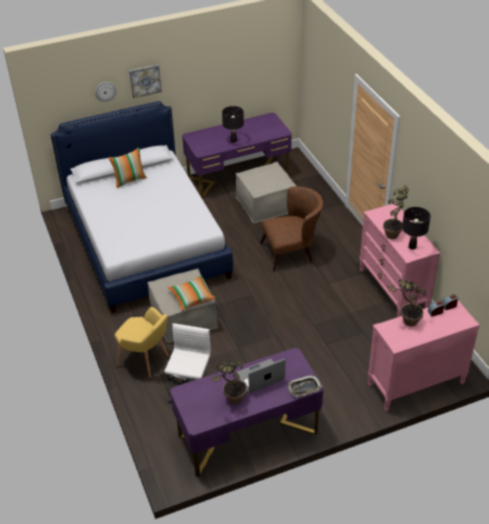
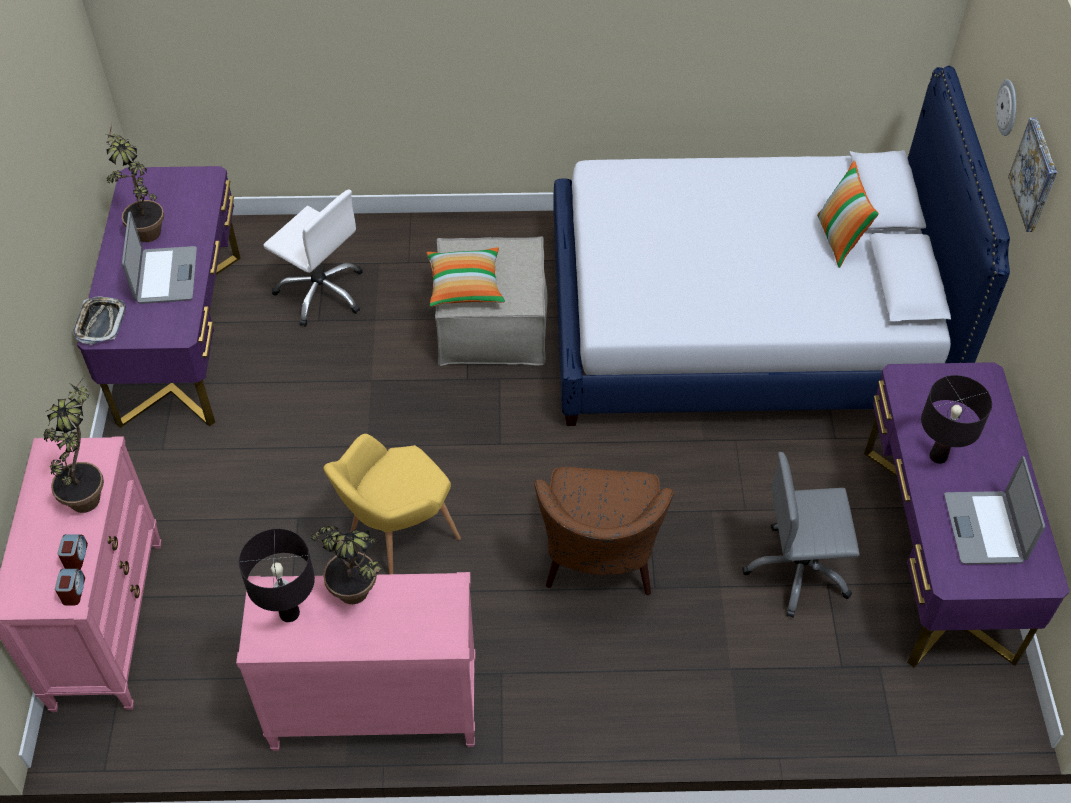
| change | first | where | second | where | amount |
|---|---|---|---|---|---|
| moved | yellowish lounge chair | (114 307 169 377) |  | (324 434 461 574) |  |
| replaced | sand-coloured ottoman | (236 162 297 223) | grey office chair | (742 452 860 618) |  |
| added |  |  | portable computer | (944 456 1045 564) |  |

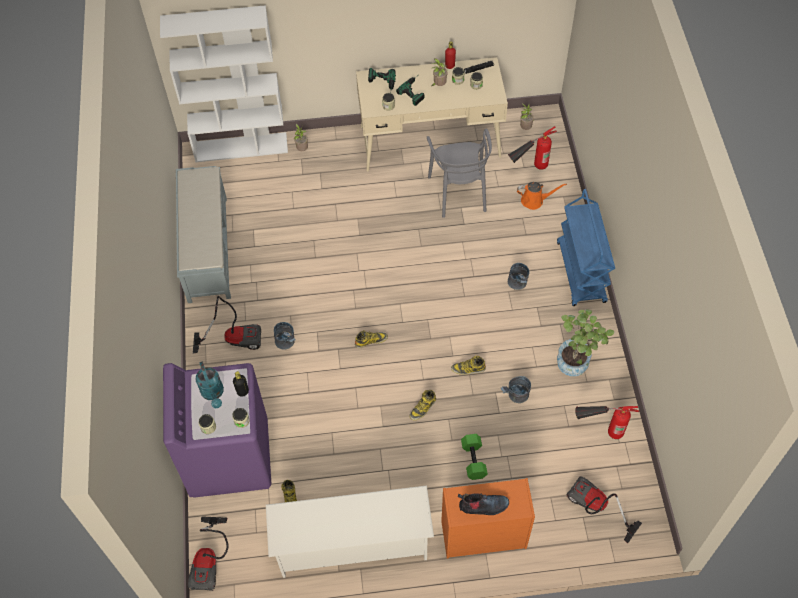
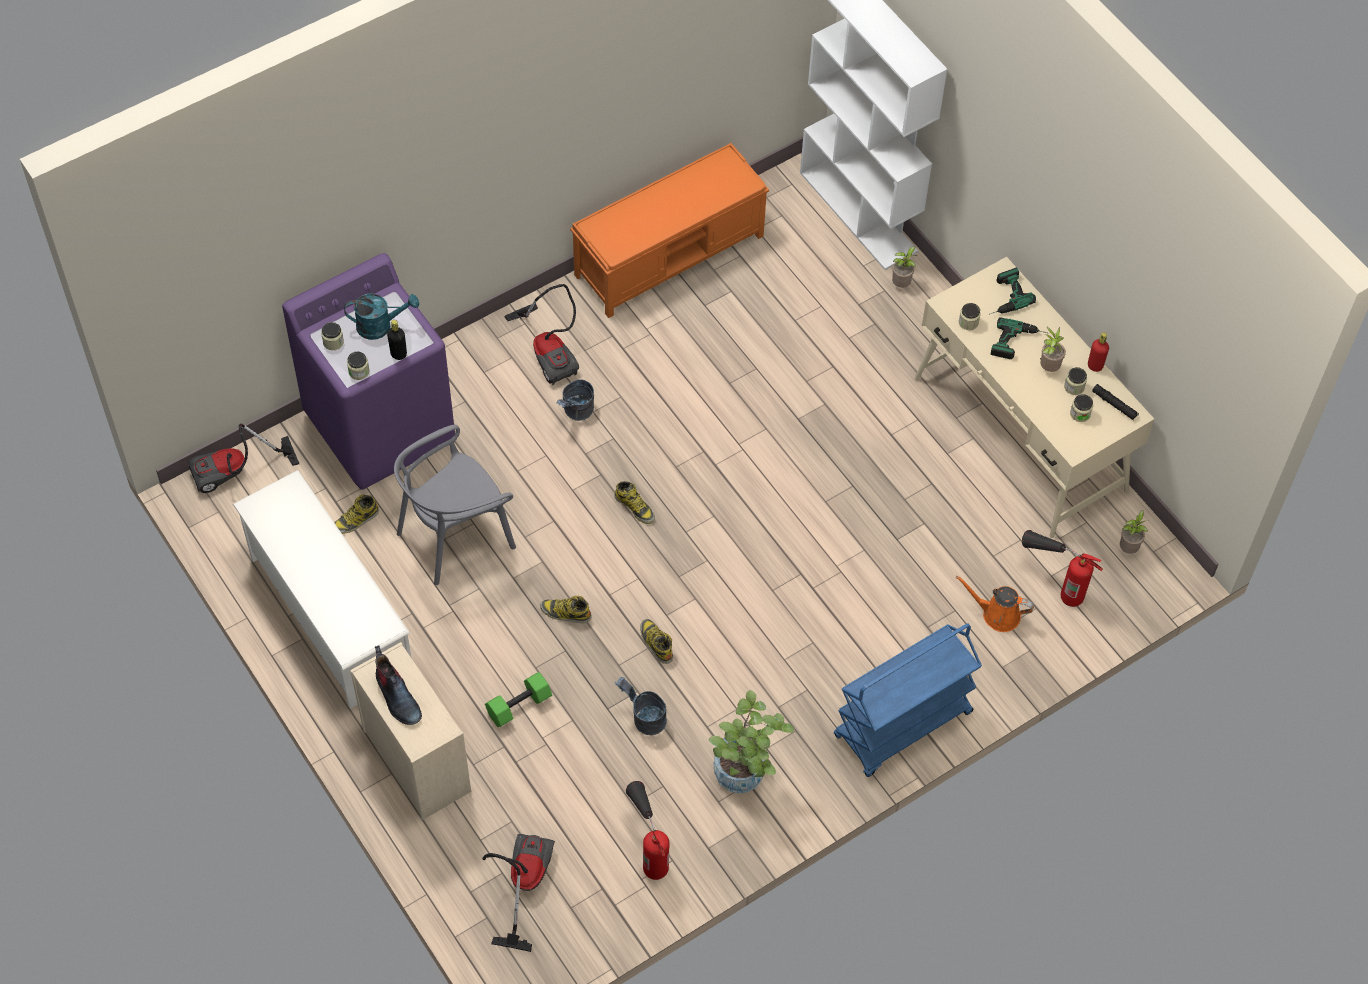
| change | first | where | second | where | amount |
|---|---|---|---|---|---|
| turned | blue-green watering pot | (195 361 224 408) |  | (344 294 419 340) | 135 degrees counterclockwise |
| recoloured | orange chest of drawers | (441 478 535 558) | sand-coloured chest of drawers | (350 642 471 820) |  |
| moved | grey chair | (427 129 492 218) |  | (394 425 516 585) |  |
| recoloured | grey bench | (176 166 231 303) | orange bench | (570 143 769 318) |  |
| turned | orange watering pot | (517 182 567 210) |  | (956 576 1034 632) | 135 degrees clockwise |
| removed | grey bucket | (508 263 529 290) |  |  |  |

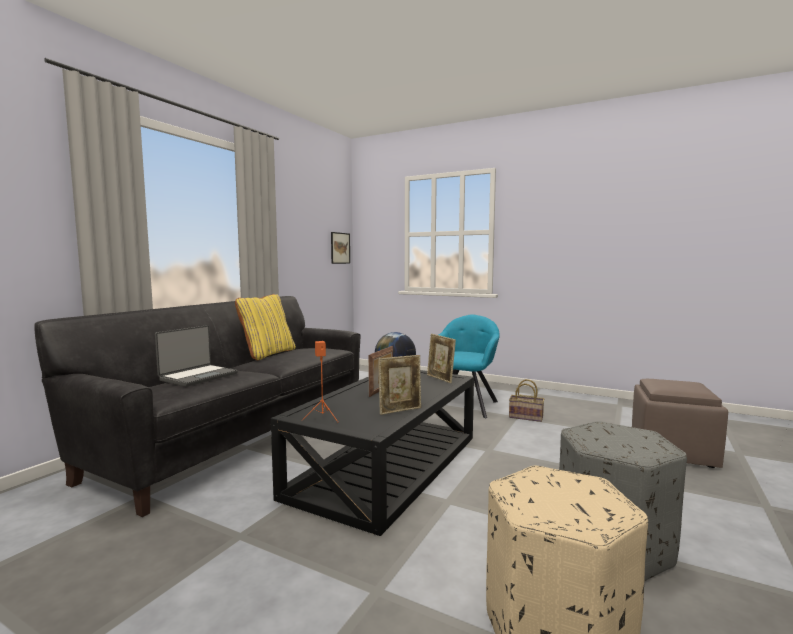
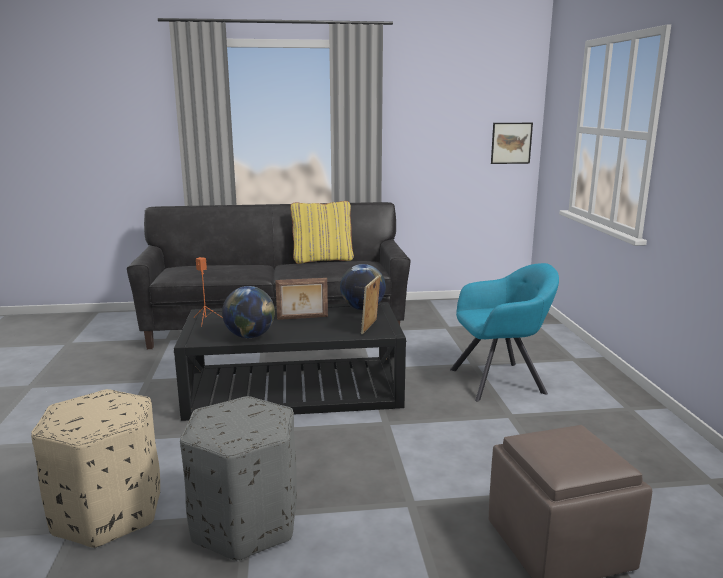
| change | first | where | second | where | amount |
|---|---|---|---|---|---|
| replaced | picture frame | (378 355 421 415) | globe | (222 286 275 338) |  |
| removed | portable computer | (155 325 238 387) |  |  |  |
| removed | storage basket | (509 379 544 422) |  |  |  |

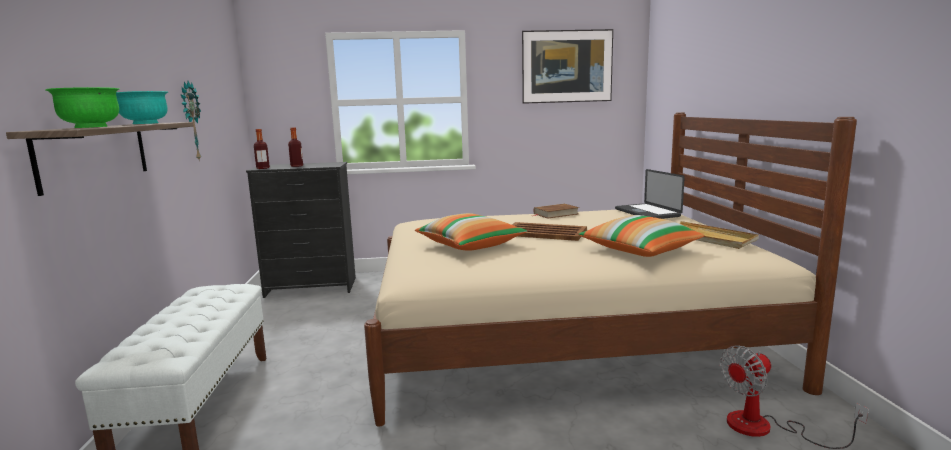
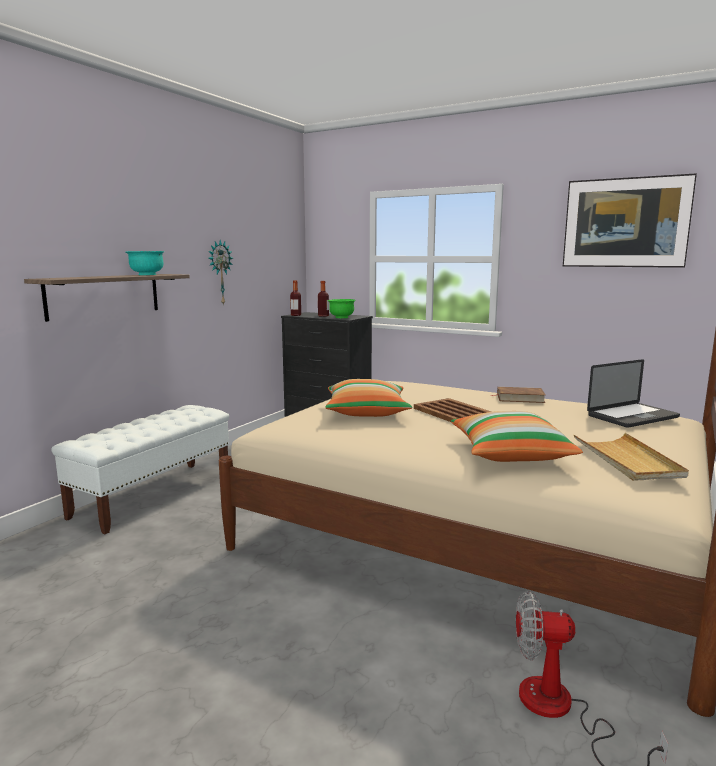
| change | first | where | second | where | amount |
|---|---|---|---|---|---|
| moved | greenish serving bowl | (46 87 119 128) |  | (327 299 355 318) |  |
| turned | portable computer | (615 169 685 219) |  | (587 359 680 428) | 135 degrees counterclockwise |

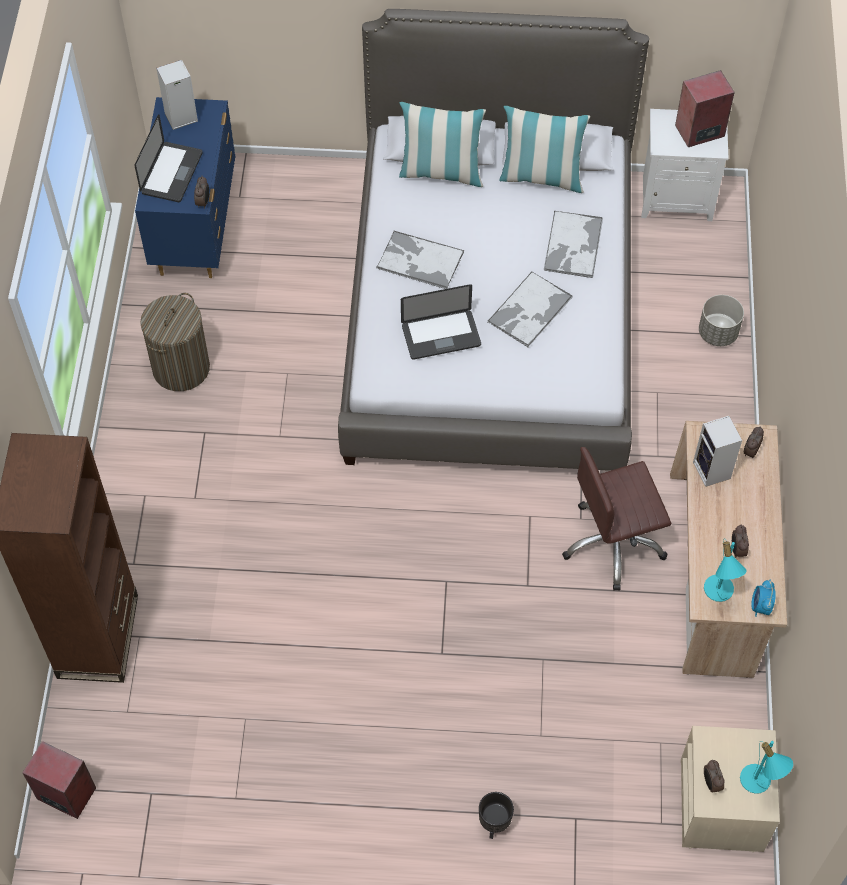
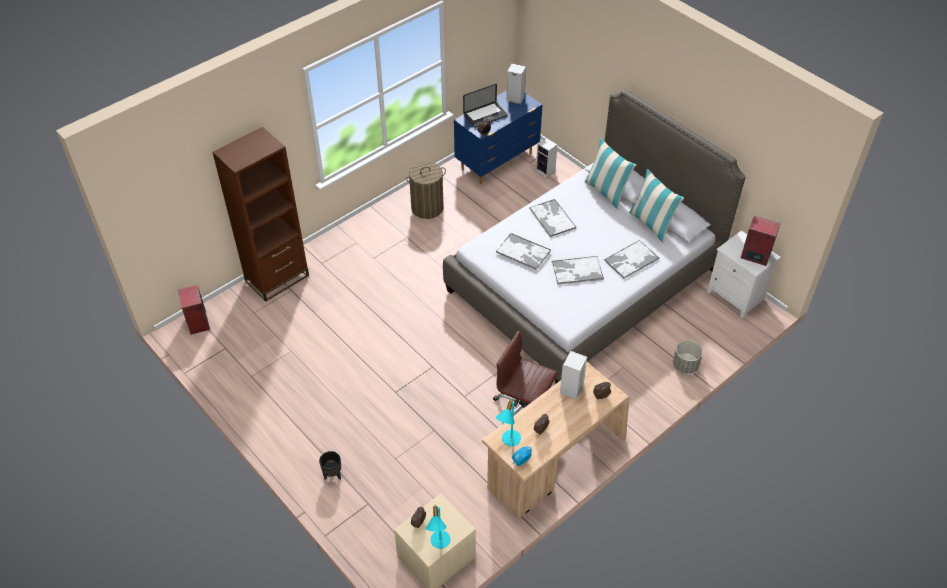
| change | first | where | second | where | amount |
|---|---|---|---|---|---|
| replaced | portable computer | (401 284 481 360) | serving tray | (496 233 551 270) |  |
| added |  |  | loudspeaker | (536 138 557 178) |  |

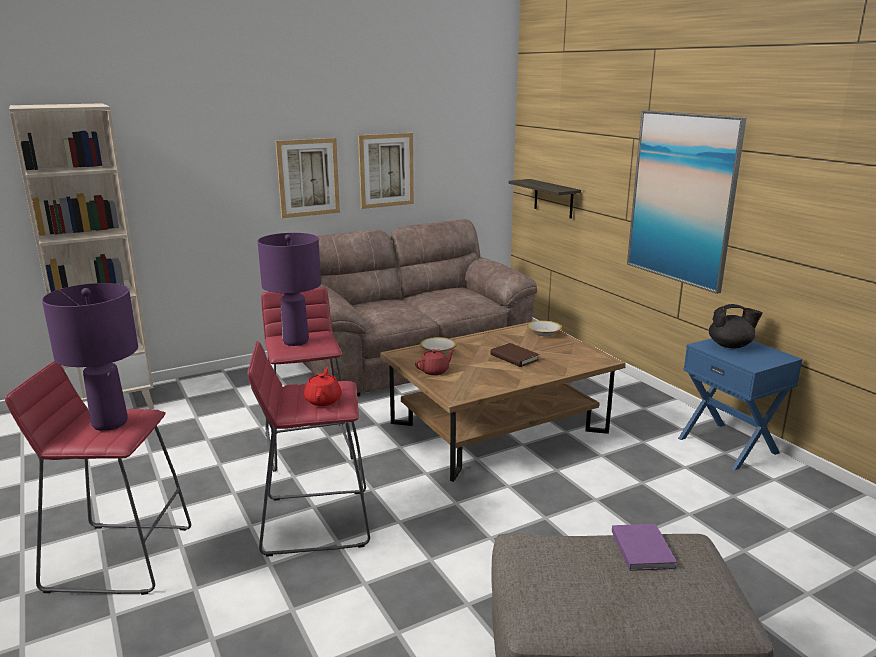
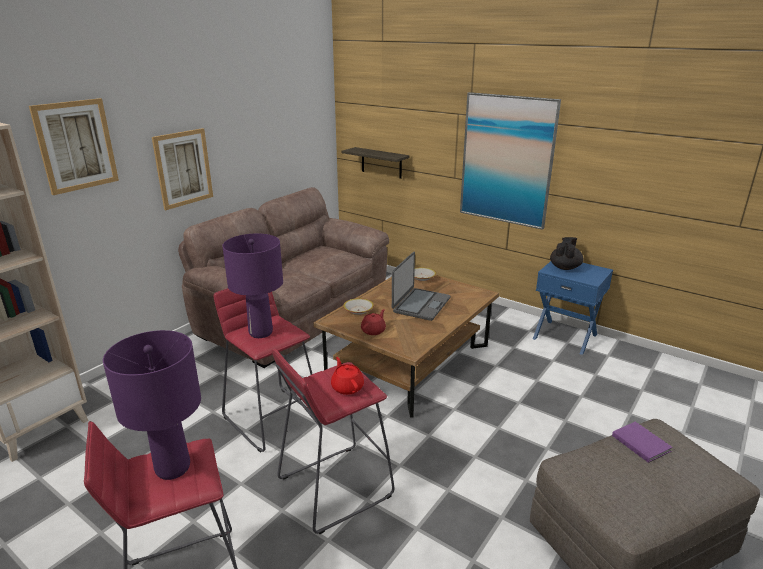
| change | first | where | second | where | amount |
|---|---|---|---|---|---|
| moved | wall art | (358 133 414 209) |  | (29 98 119 195) |  |
| replaced | brown-coloured bound book | (490 343 539 367) | portable computer | (392 252 450 321) |  |
| turned | black teapot | (709 304 763 348) |  | (550 237 583 270) | 45 degrees counterclockwise |

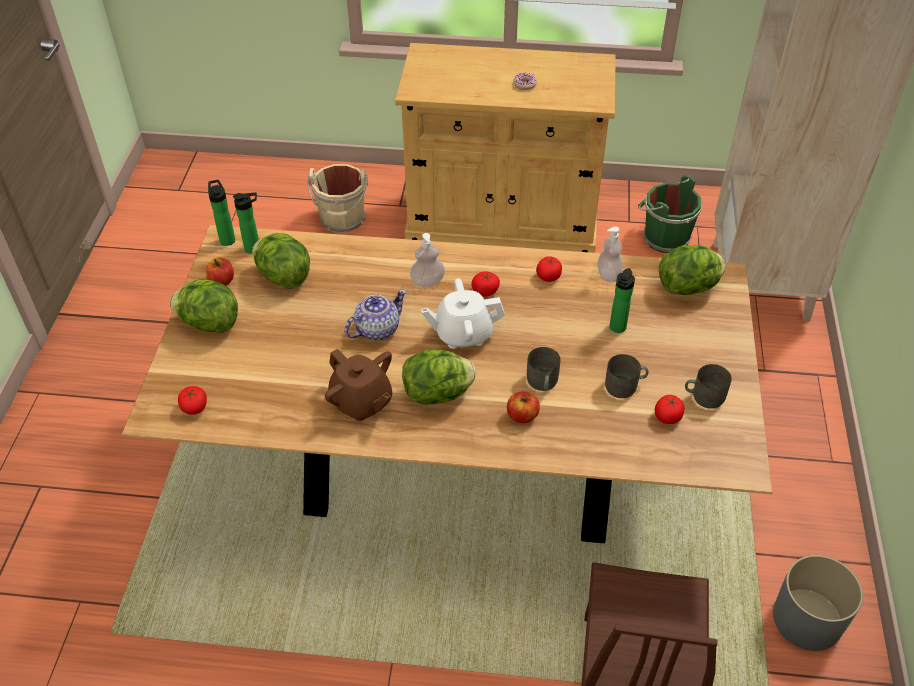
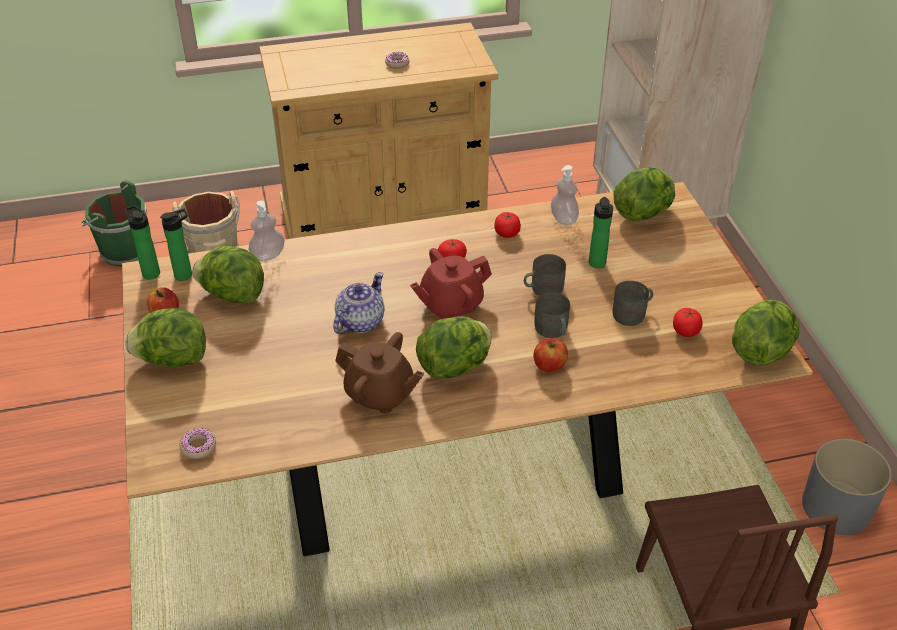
| change | first | where | second | where | amount |
|---|---|---|---|---|---|
| moved | greenish bucket | (638 175 702 253) |  | (81 181 147 267) |  |
| replaced | tomato | (178 386 207 415) | doughnut | (179 427 216 459) |  |
| moved | soap dispenser | (410 233 445 287) |  | (248 201 285 261) |  |
| recoloured | white-coloured teapot | (421 278 505 349) | red-coloured teapot | (410 248 492 319) |  |
| moved | grey coffee mug | (685 364 732 409) |  | (524 254 566 296) |  |
| added |  |  | lettuce | (732 300 799 366) |  |

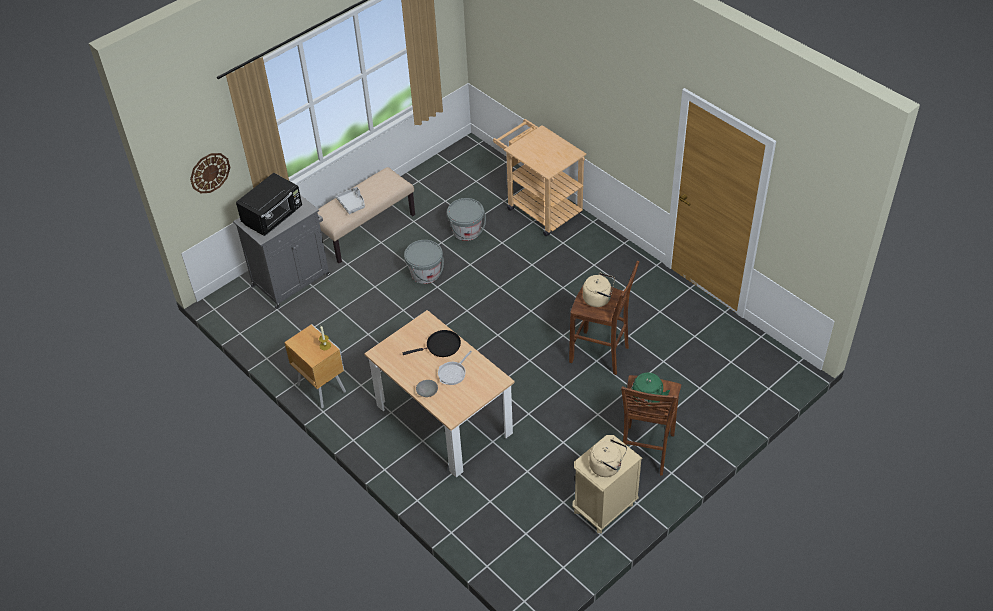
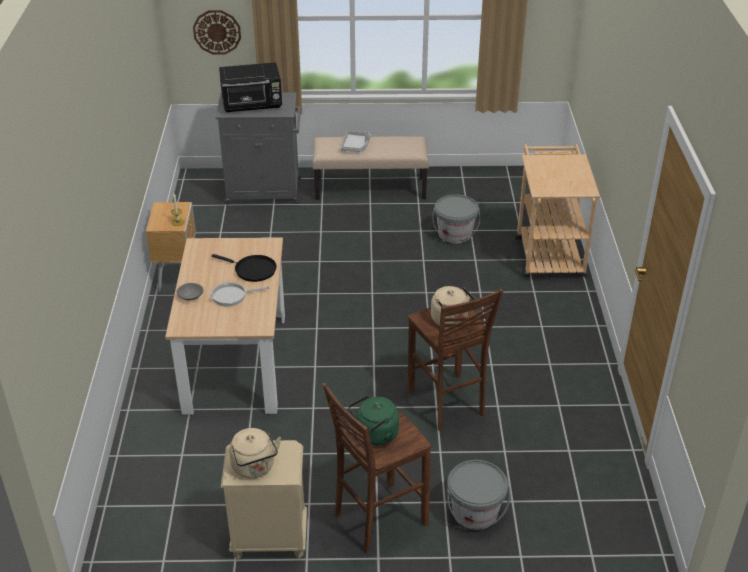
| change | first | where | second | where | amount |
|---|---|---|---|---|---|
| moved | grey bucket | (404 240 444 284) |  | (447 460 510 530) |  |

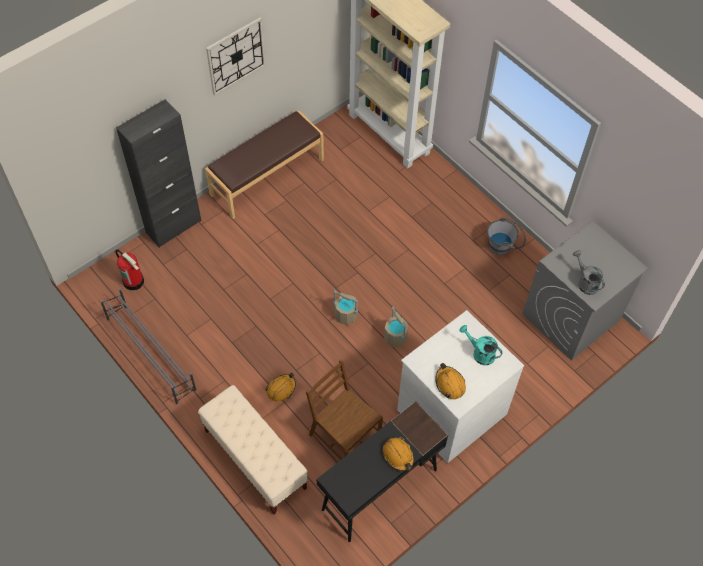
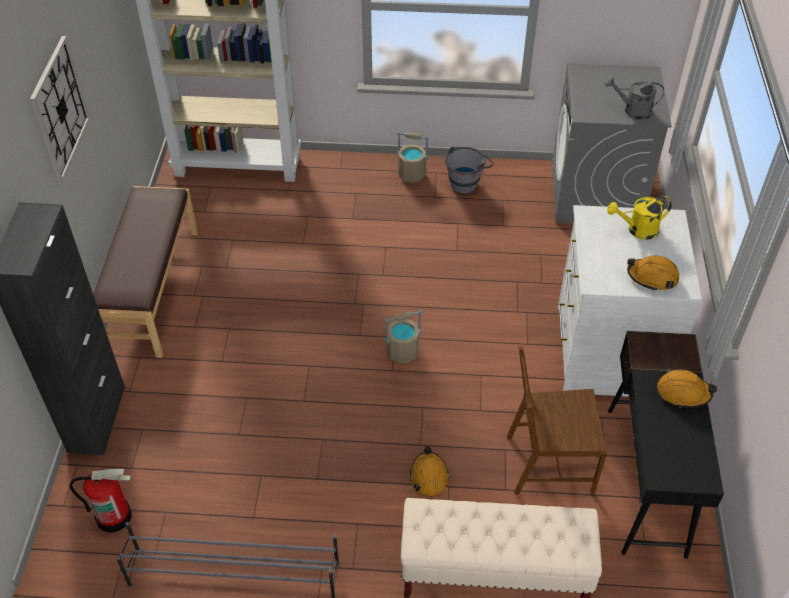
| change | first | where | second | where | amount |
|---|---|---|---|---|---|
| moved | sand-coloured bucket | (384 307 408 347) |  | (397 131 429 182) |  |
| recoloured | blue-green watering pot | (459 325 502 365) | yellowish watering pot | (607 196 672 240) |  |

